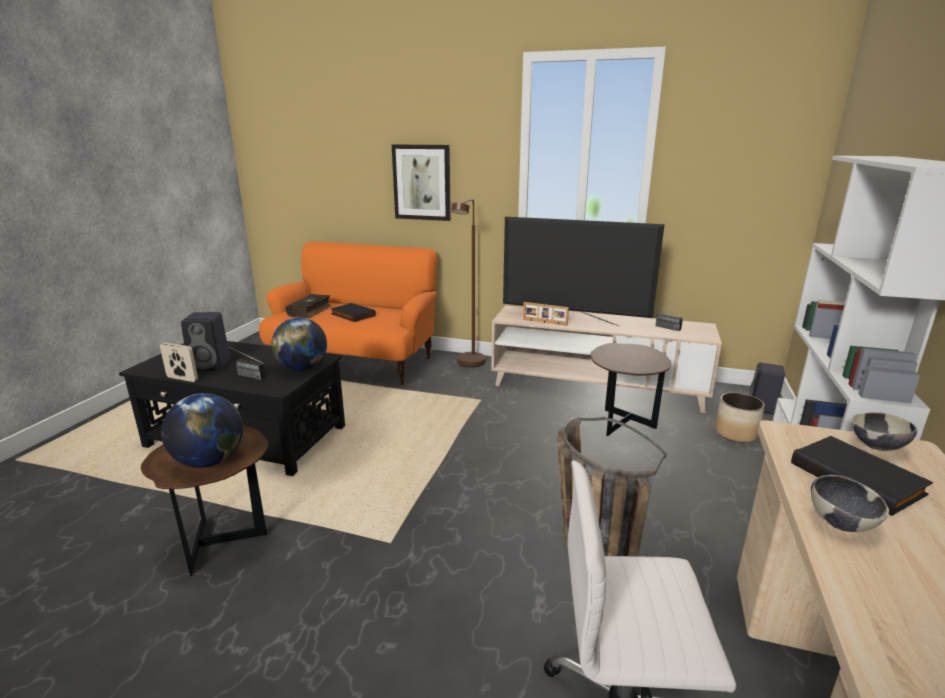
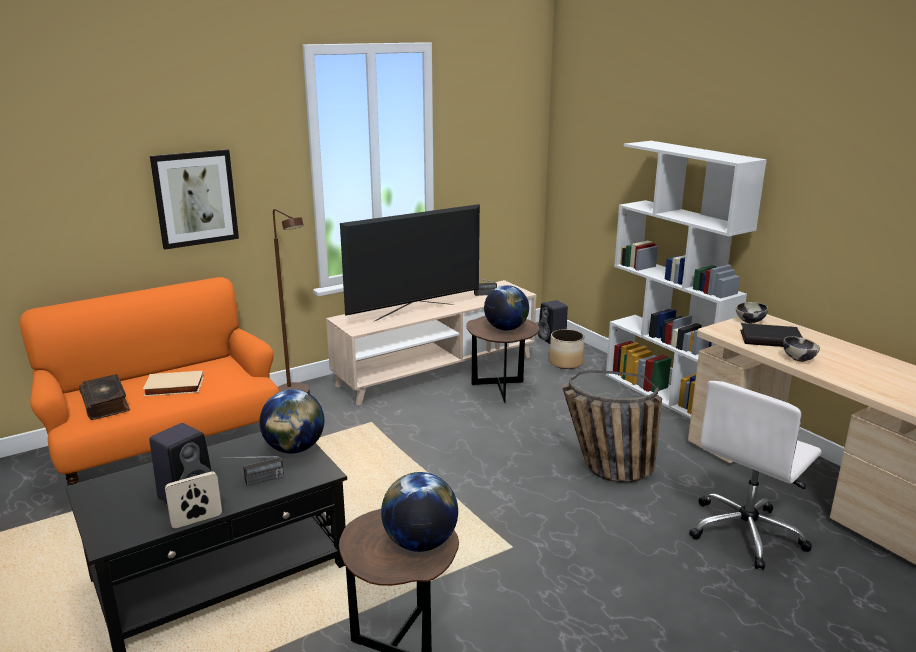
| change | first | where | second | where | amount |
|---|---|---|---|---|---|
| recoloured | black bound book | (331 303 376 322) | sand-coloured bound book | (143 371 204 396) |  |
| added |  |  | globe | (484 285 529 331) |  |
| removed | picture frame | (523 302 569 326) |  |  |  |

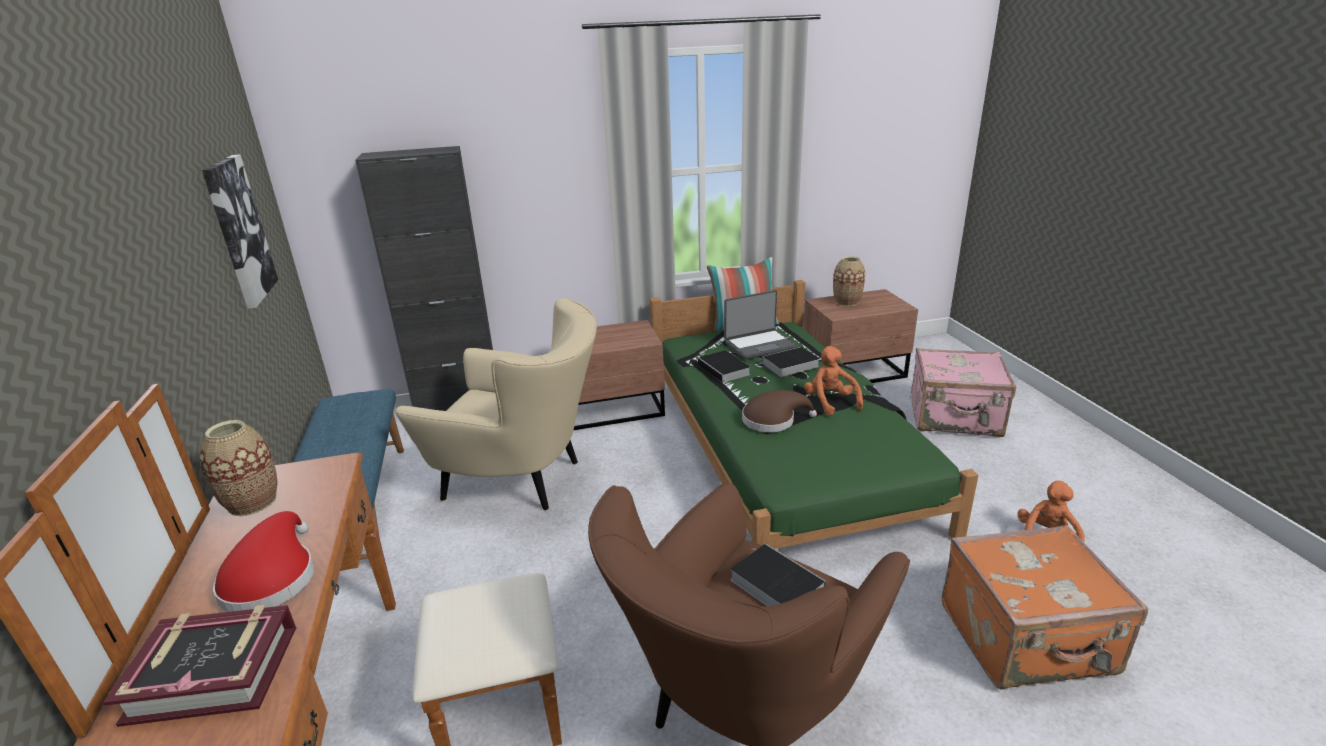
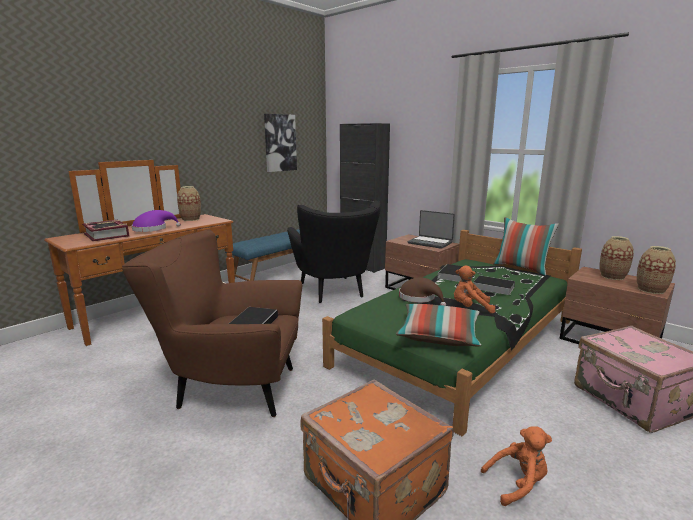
| change | first | where | second | where | amount |
|---|---|---|---|---|---|
| recoloured | red-coloured hat | (213 511 314 612) | purplish hat | (132 210 181 232) |  |
| recoloured | sand-coloured lounge chair | (395 298 597 511) | black lounge chair | (287 201 381 303) |  |
| added |  |  | pillow | (396 304 481 346) |  |
| moved | portable computer | (724 290 797 360) |  | (408 210 455 249) |  |
| turned | orange plush toy | (804 346 863 416) |  | (454 266 496 314) | 120 degrees counterclockwise |
| added |  |  | flower vase | (637 246 676 294) |  |

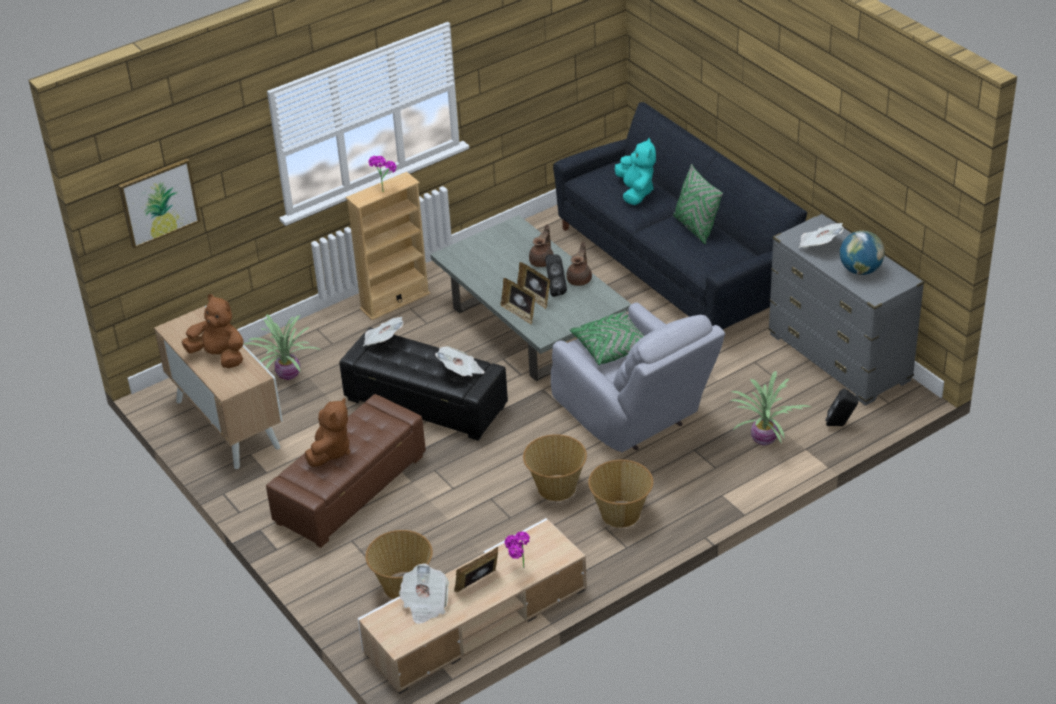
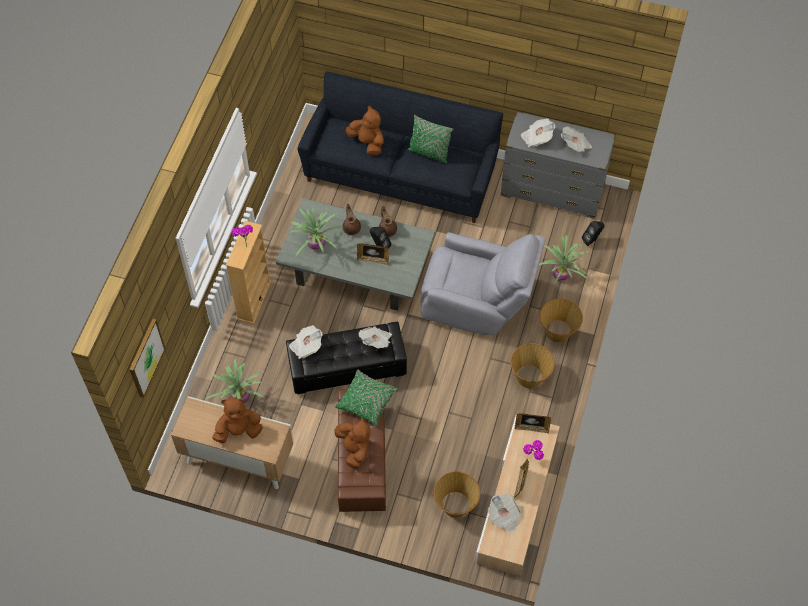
| change | first | where | second | where | amount |
|---|---|---|---|---|---|
| added |  |  | potted plant | (289 208 343 256) |  |
| moved | greenish pillow | (569 311 644 365) |  | (334 369 398 425) |  |
| recoloured | blue-green plush toy | (615 137 656 205) | brown-coloured plush toy | (346 106 384 155) |  |
| moved | picture frame | (501 278 535 324) |  | (515 413 551 434) |  |
| moved | storage basket | (523 434 587 501) |  | (540 298 583 342) |  |
| replaced | globe | (840 231 885 275) | printed paper | (561 126 592 152) |  |

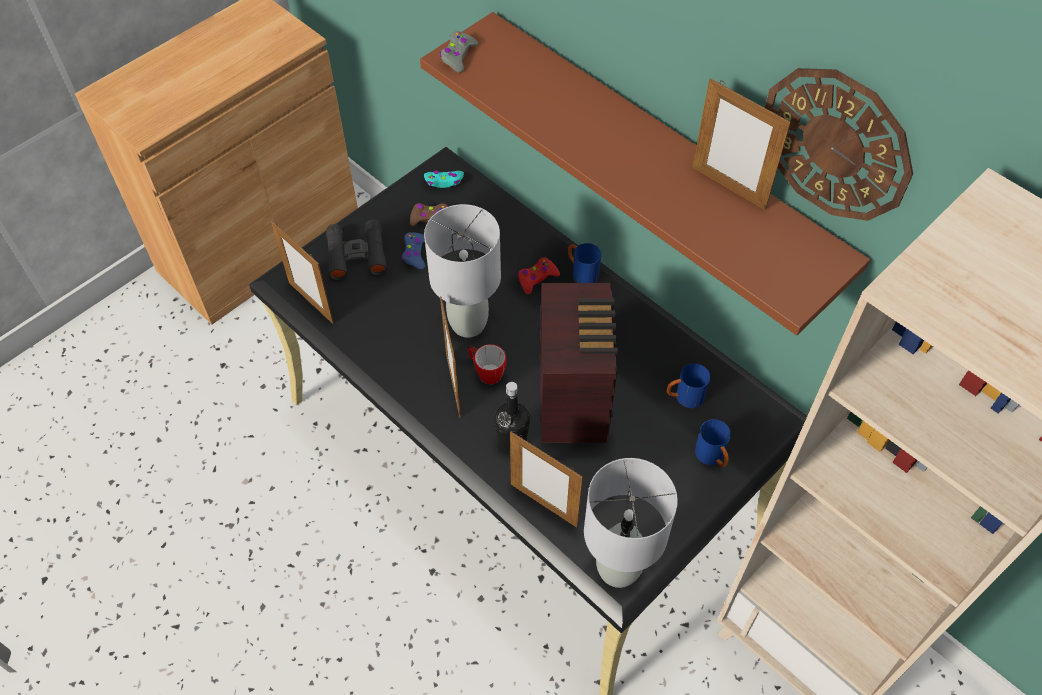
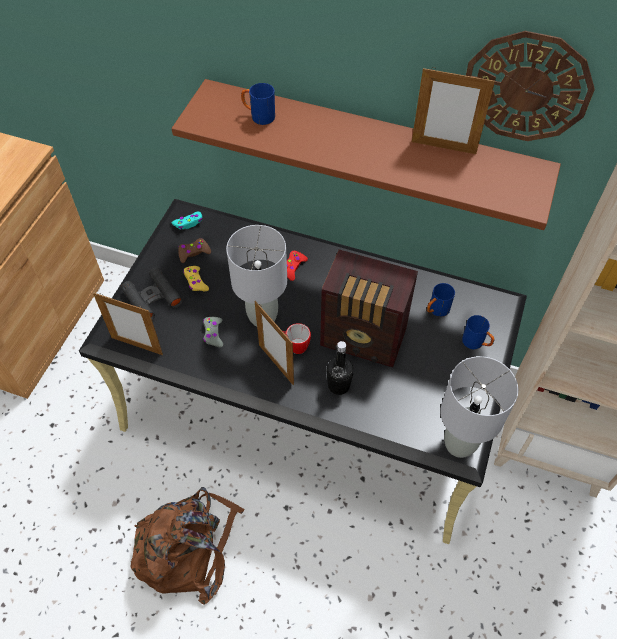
| change | first | where | second | where | amount |
|---|---|---|---|---|---|
| added |  |  | brown-coloured rucksack | (130 487 245 605) |  |
| recoloured | blue-coloured gamepad | (402 232 425 269) | yellowish gamepad | (183 266 209 292) |  |
| moved | grey gamepad | (440 31 478 73) |  | (203 317 223 347) |  |
| moved | blue-coloured coffee mug | (568 243 601 283) |  | (241 83 275 125) |  |
| turned | radio receiver | (540 283 618 443) |  | (320 250 418 367) | 135 degrees clockwise |
| removed | picture frame | (510 432 583 527) |  |  |  |

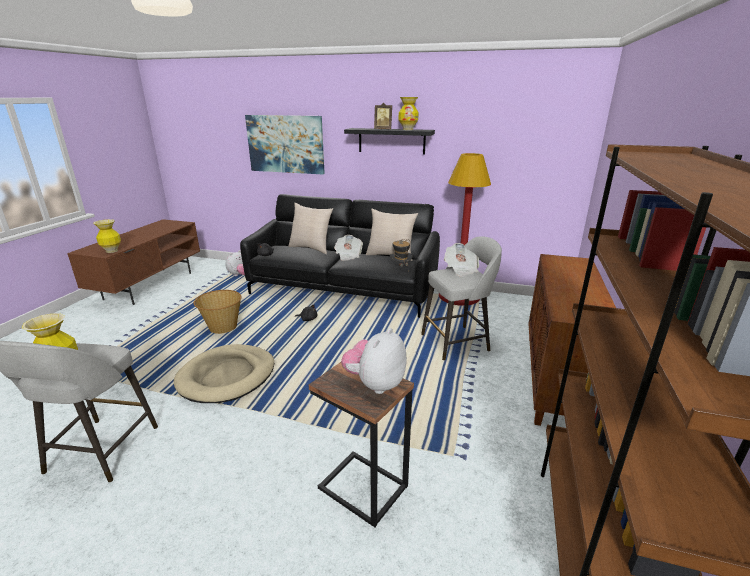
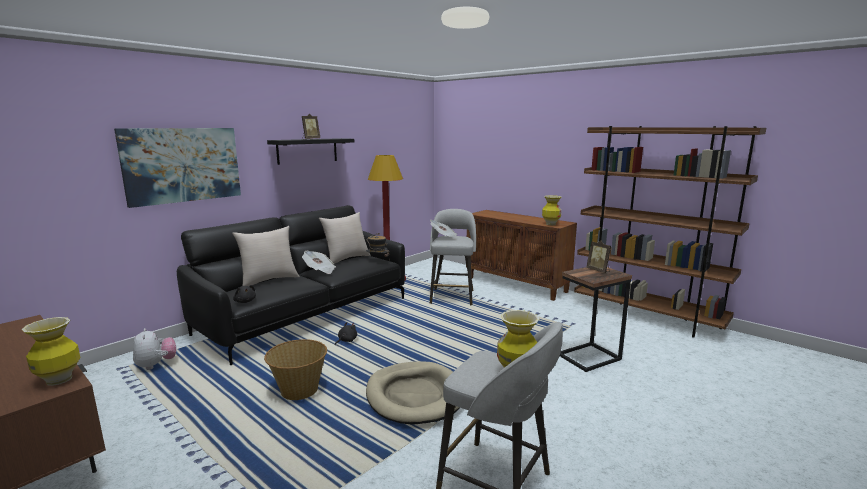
| change | first | where | second | where | amount |
|---|---|---|---|---|---|
| moved | flower vase | (399 97 419 130) |  | (542 195 562 225) |  |
| replaced | plush toy | (341 328 407 394) | picture frame | (586 241 611 273) |  |

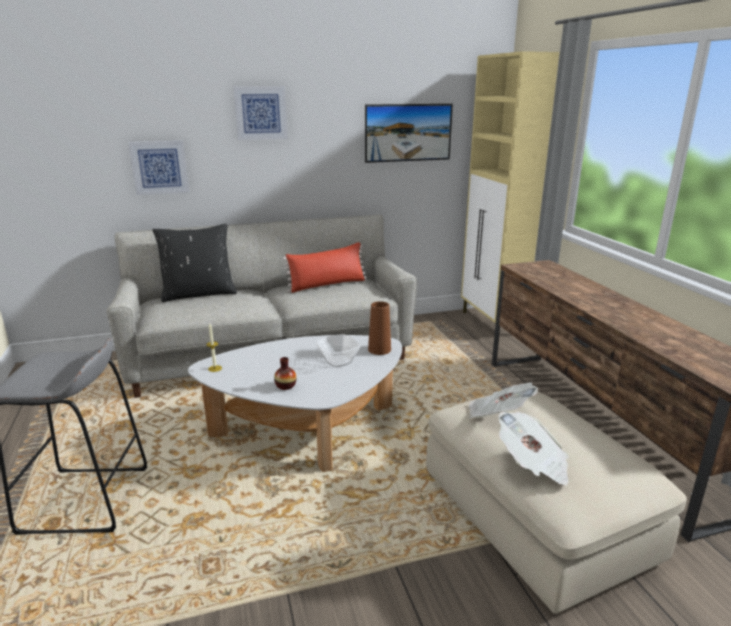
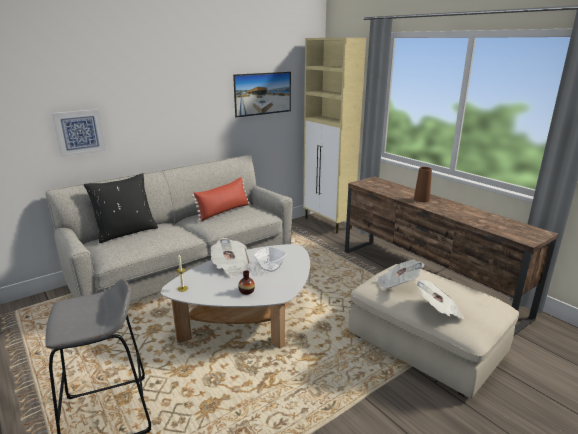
| change | first | where | second | where | amount |
|---|---|---|---|---|---|
| added |  |  | printed paper | (211 238 251 278) |  |
| moved | brown-coloured flower vase | (368 301 391 355) |  | (414 167 432 202) |  |
| removed | wall art | (233 86 288 140) |  |  |  |

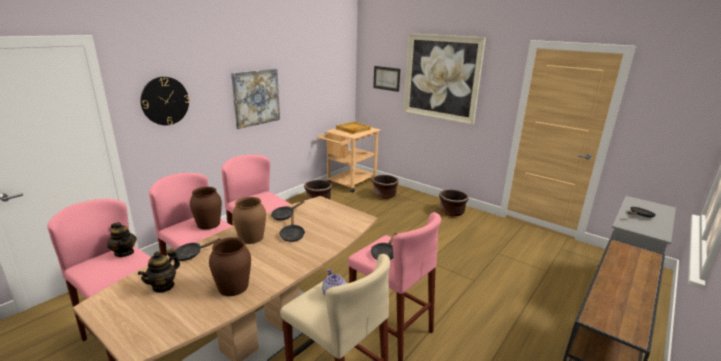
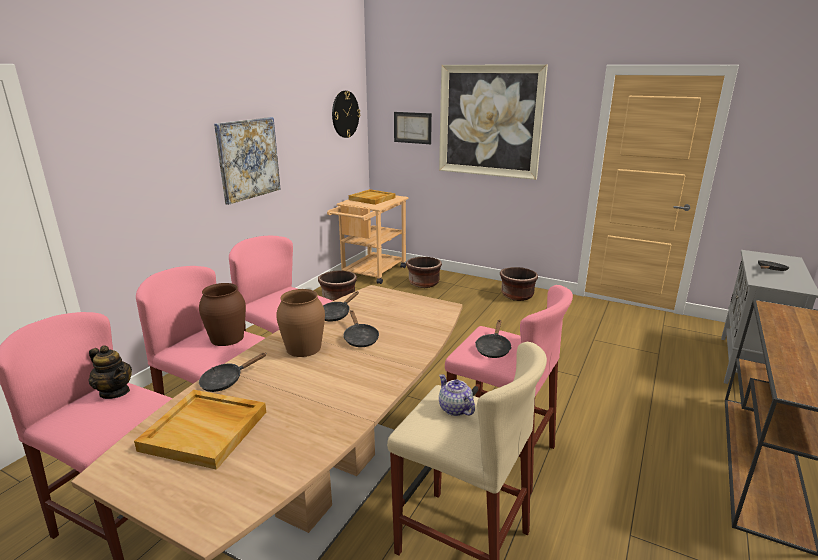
| change | first | where | second | where | amount |
|---|---|---|---|---|---|
| replaced | teapot | (138 250 180 293) | sand-coloured serving tray | (134 390 266 470) |  |
| moved | clock on the wall | (140 77 190 125) |  | (332 91 360 138) |  |
| removed | brown-coloured flower vase | (209 237 251 296) |  |  |  |

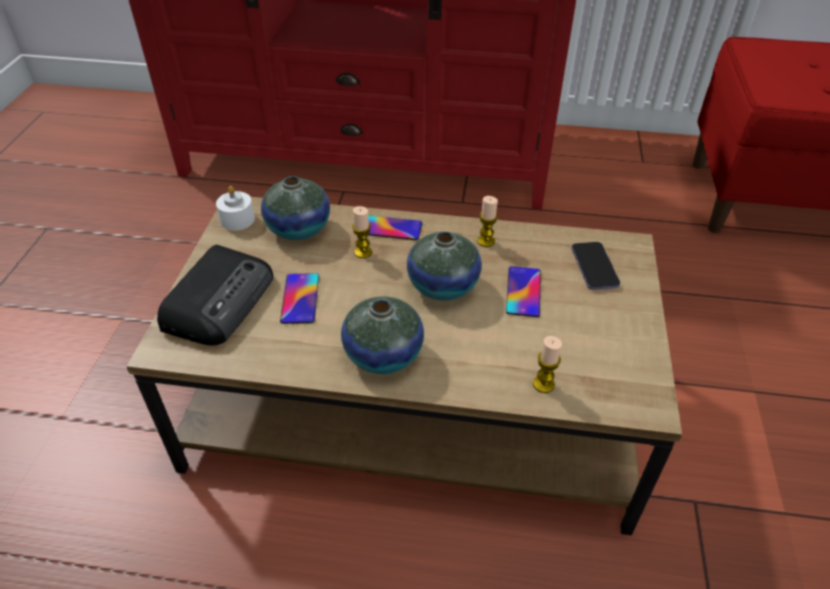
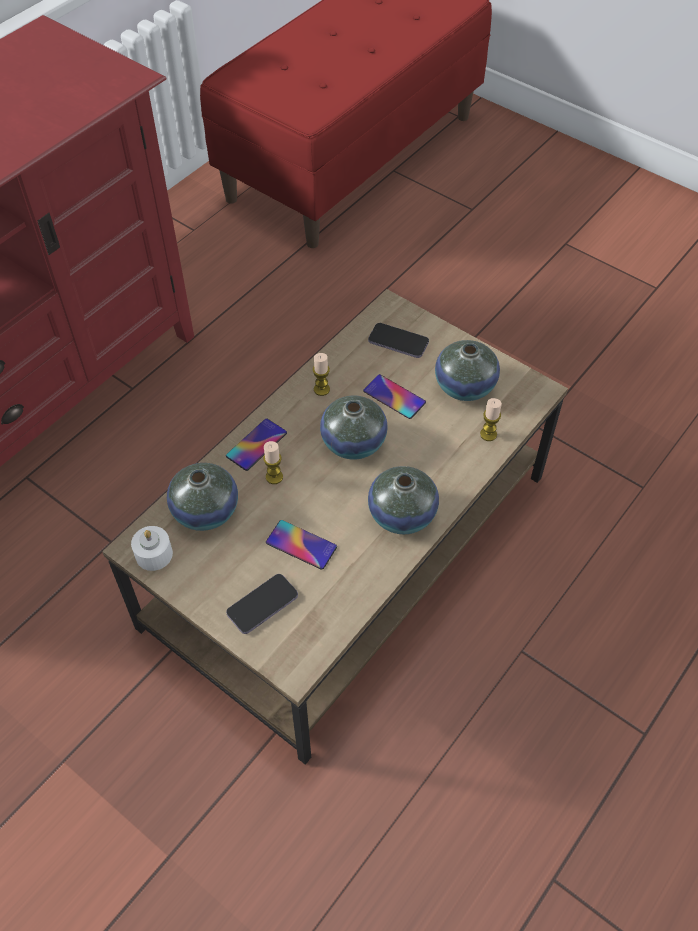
| change | first | where | second | where | amount |
|---|---|---|---|---|---|
| replaced | radio receiver | (157 245 273 346) | telephone | (226 574 298 634) |  |
| added |  |  | flower vase | (435 340 500 401) |  |

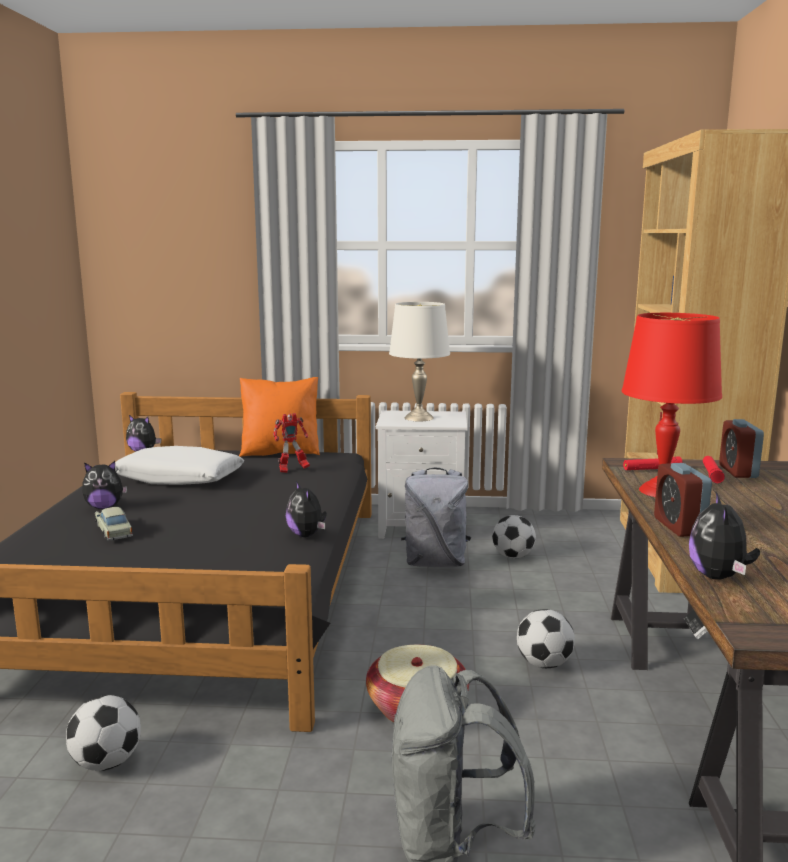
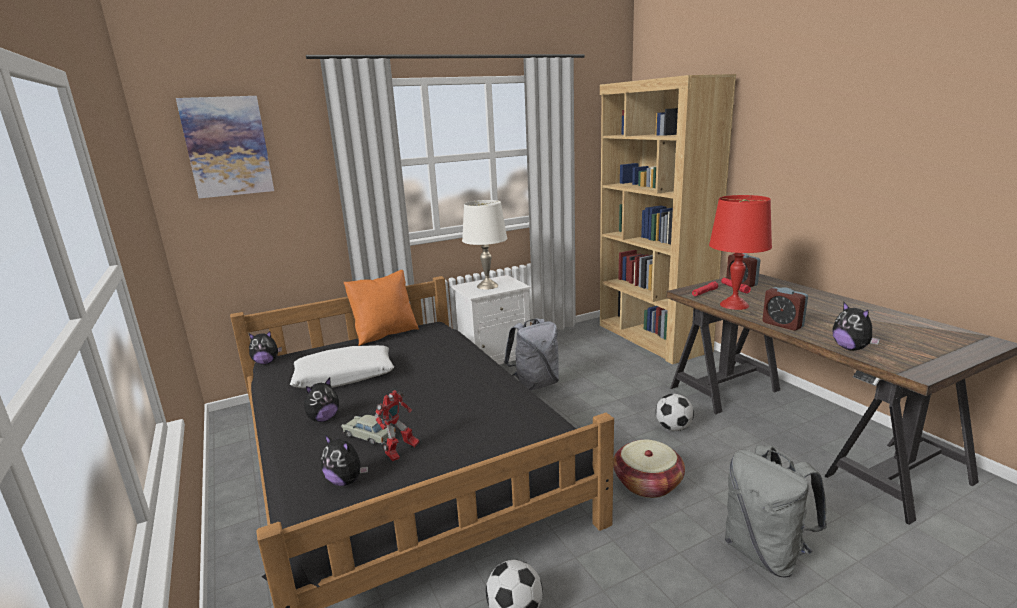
| change | first | where | second | where | amount |
|---|---|---|---|---|---|
| added |  |  | wall art | (176 96 274 198) |  |
| moved | plush toy | (286 481 327 537) |  | (321 434 368 486) |  |
| moved | toy robot | (273 413 310 473) |  | (375 390 420 461) |  |
| removed | ball for football | (492 515 536 558) |  |  |  |

